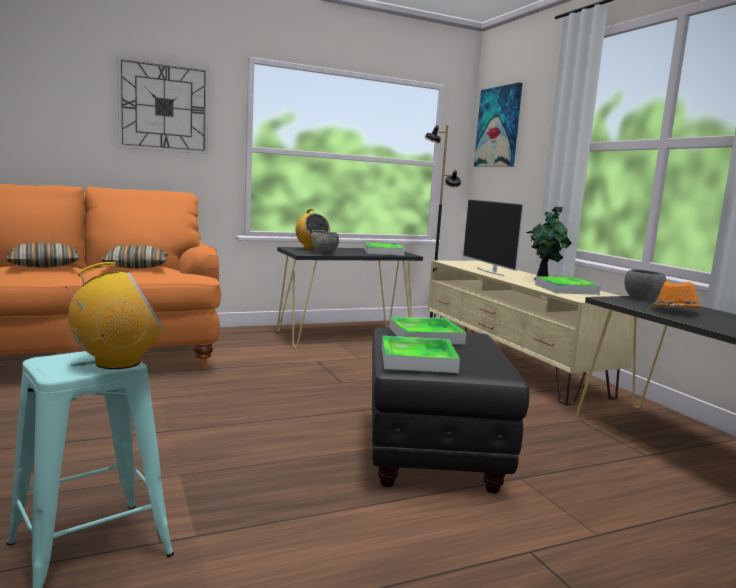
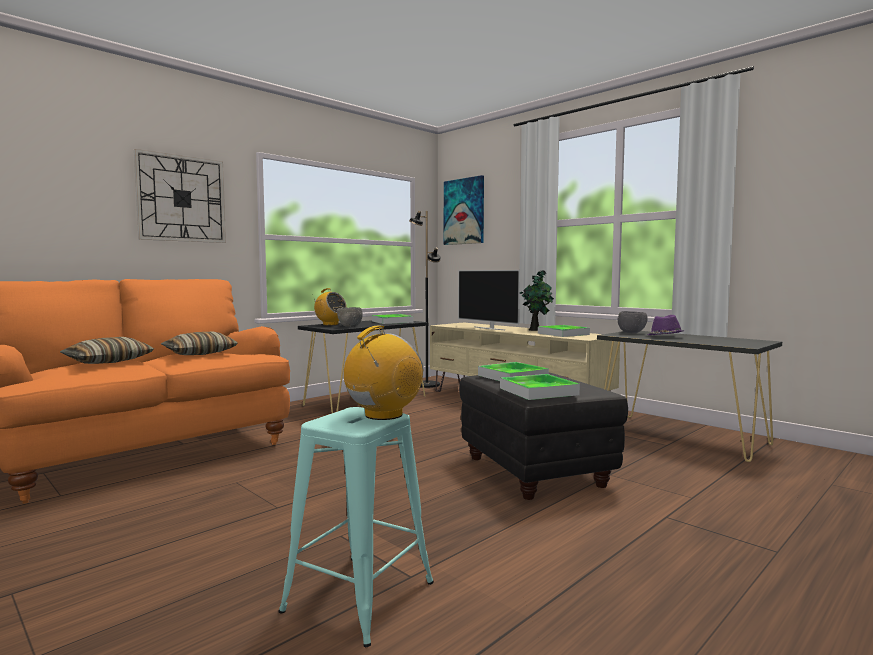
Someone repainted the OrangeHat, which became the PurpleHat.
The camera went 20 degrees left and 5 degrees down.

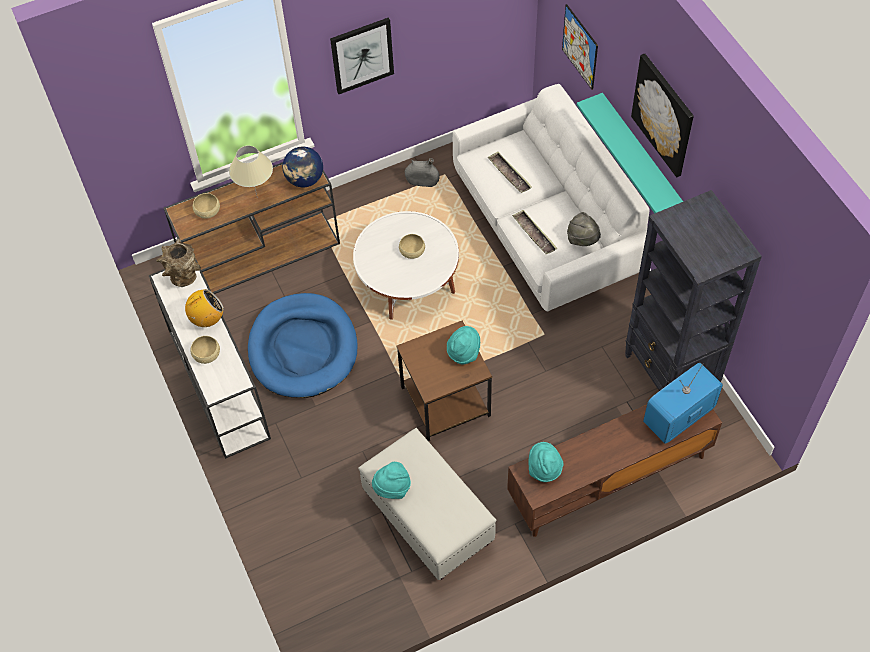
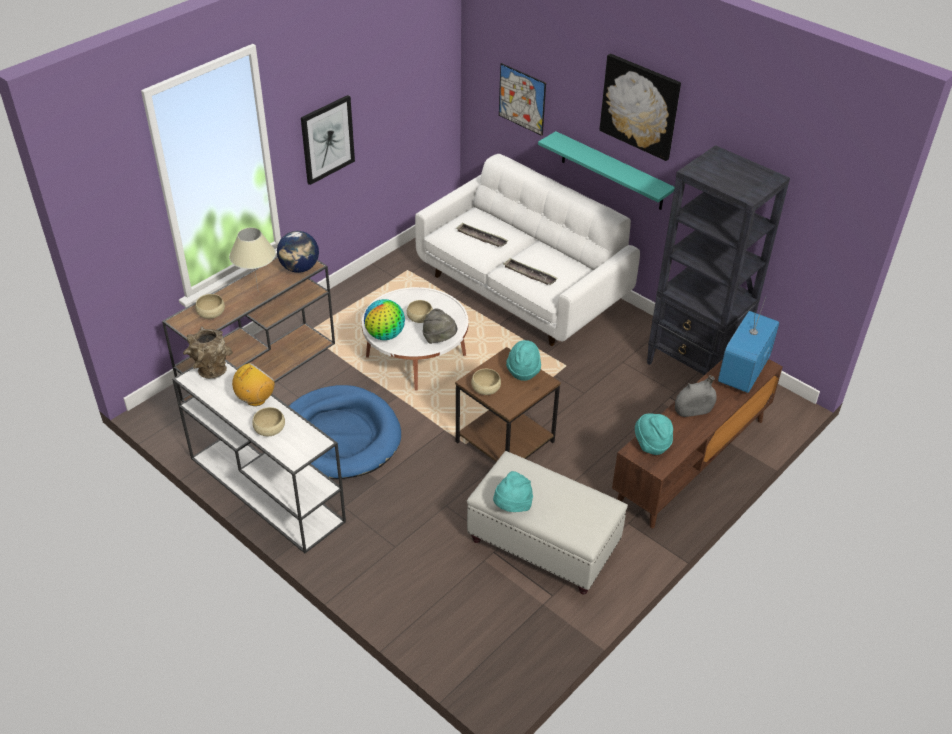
Someone put down the Globe (2nd from left).
Someone carried the GreyHat.
Someone put down the BeigeBowl (4th from left).
Someone carried the GreyVase.
The camera went 25 degrees left and 15 degrees down.

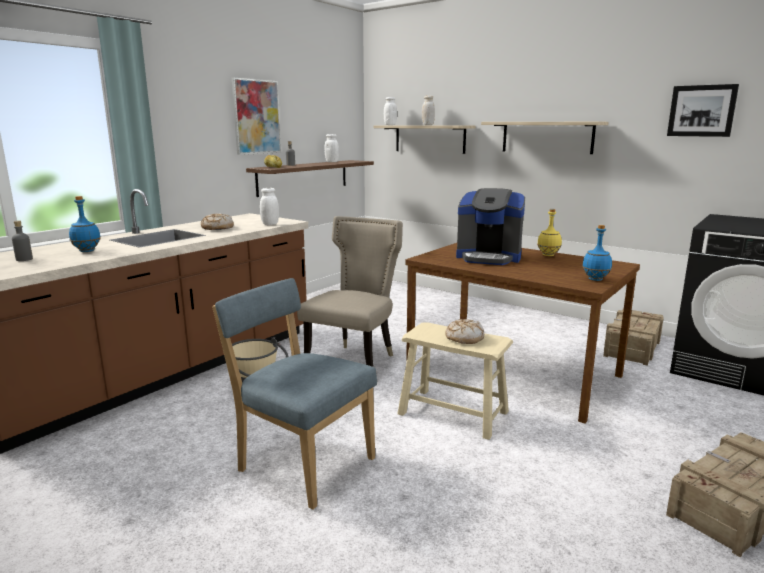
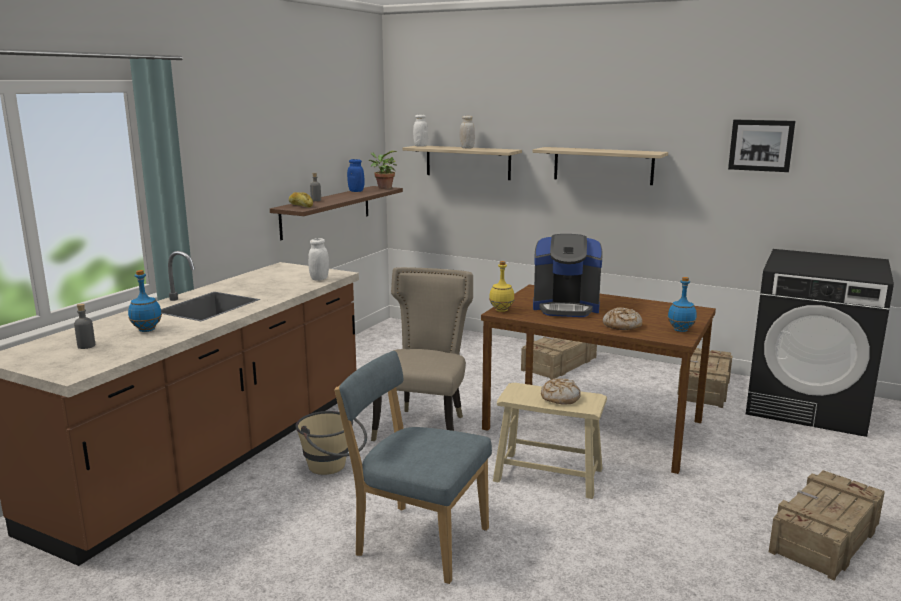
Someone repainted the WhiteJar (2nd from left), which became the BlueJar.
Someone put down the PottedPlant.
Someone carried the YellowBottle.
Someone put down the Crate (1st from left).
Someone carried the Bread (1st from left in the first image).
Someone took away the Picture (1st from left).
The camera went 10 degrees left and 0 degrees up.

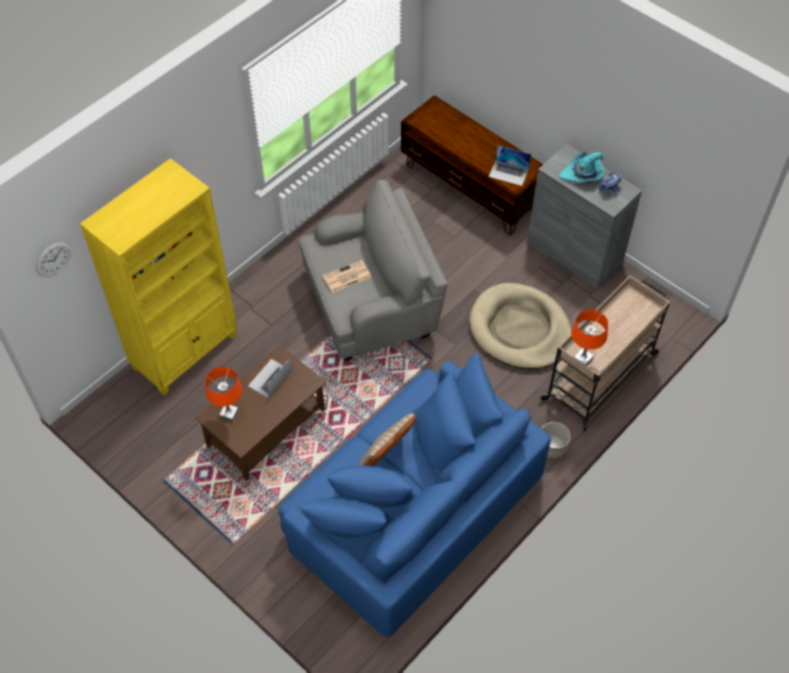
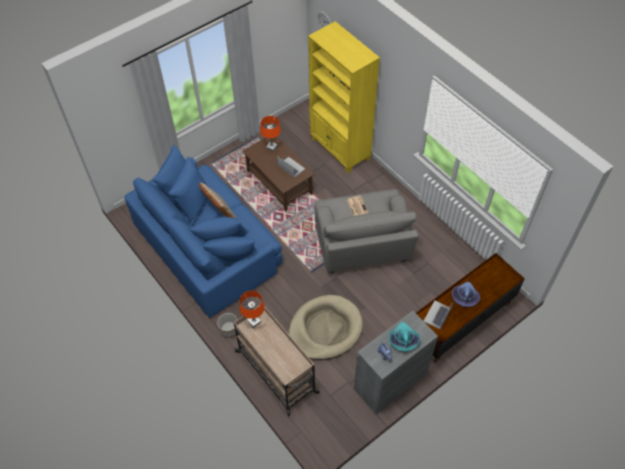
Someone put down the PurpleHat.
The camera went 100 degrees right and 0 degrees up.

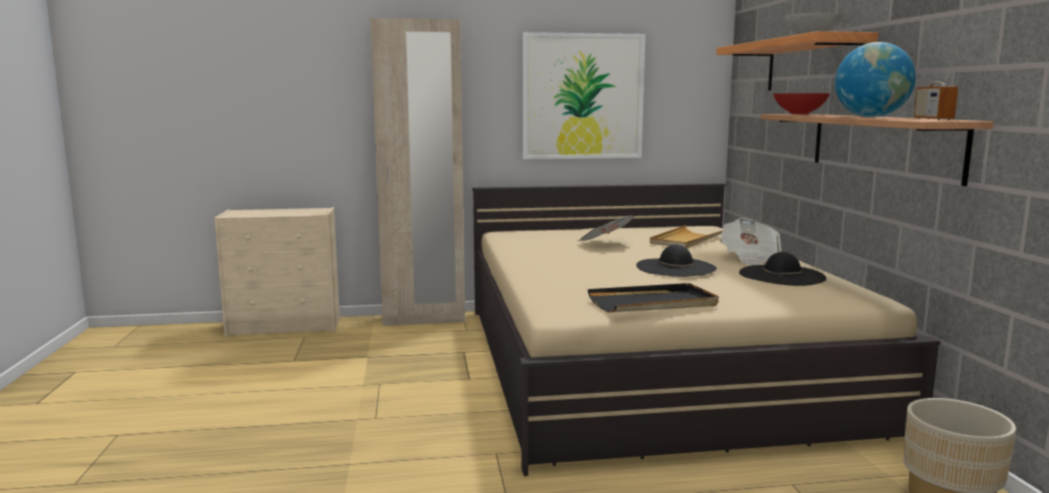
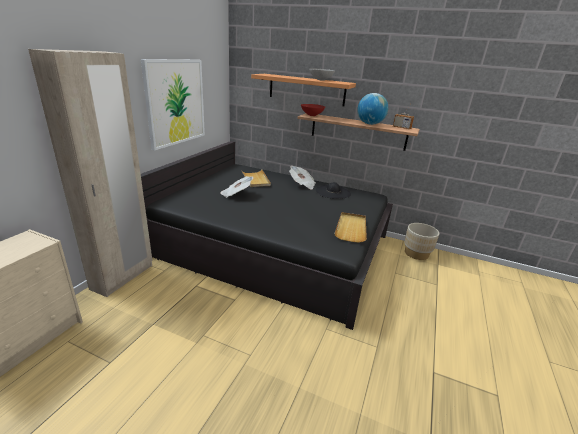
Someone repainted the BeigeBed, which became the BlackBed.
Someone repainted the BlackTray, which became the BeigeTray (2nd from left).
Someone took away the BlackHat (1st from left).
The camera went 60 degrees left and 15 degrees up.

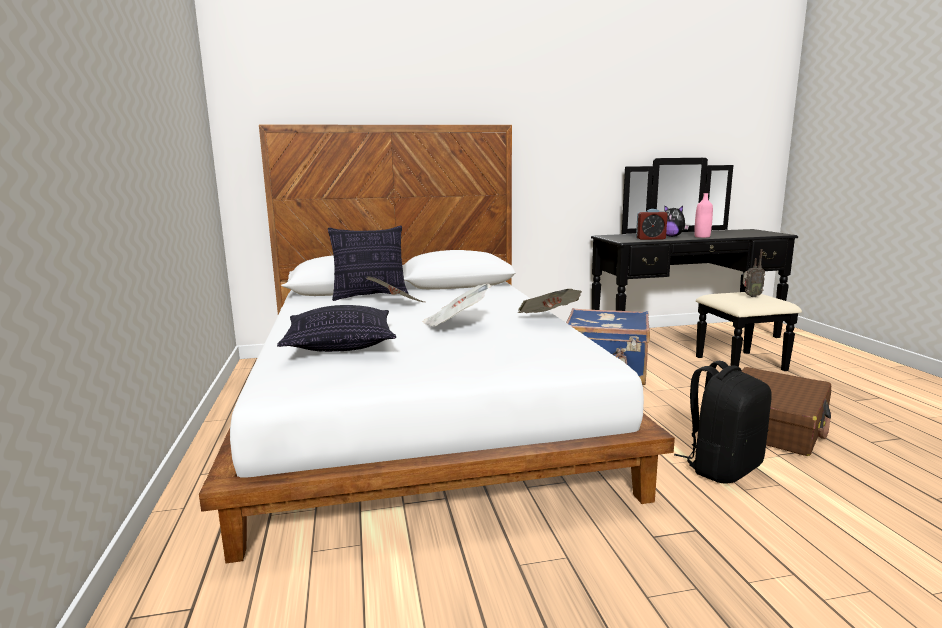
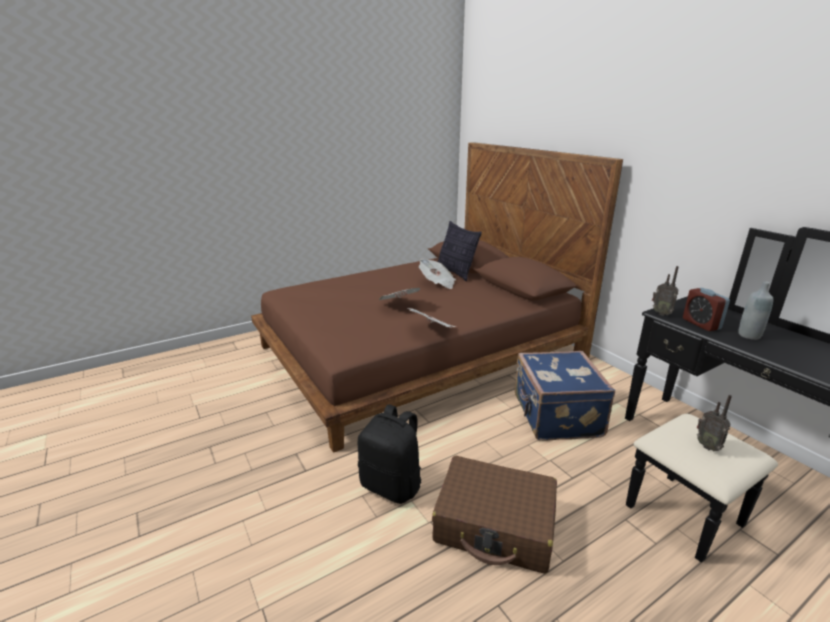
Someone repainted the WhiteBed, which became the BrownBed.
Someone put down the Radio (1st from left).
Someone swapped the PlushToy for the GreyBottle.
Someone took away the Pillow (1st from left).
Someone took away the PinkBottle.
The camera went 70 degrees right and 10 degrees up.

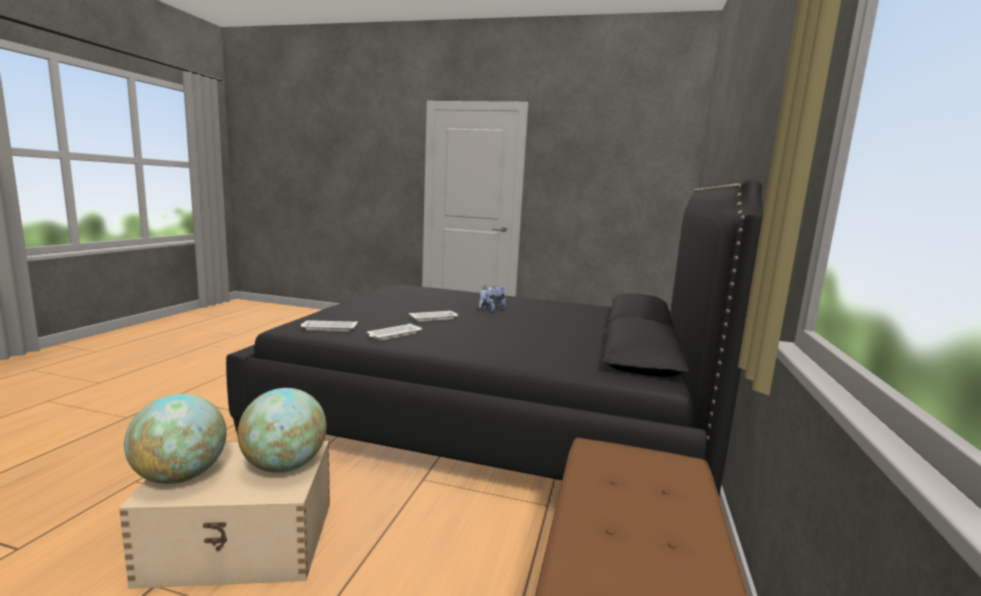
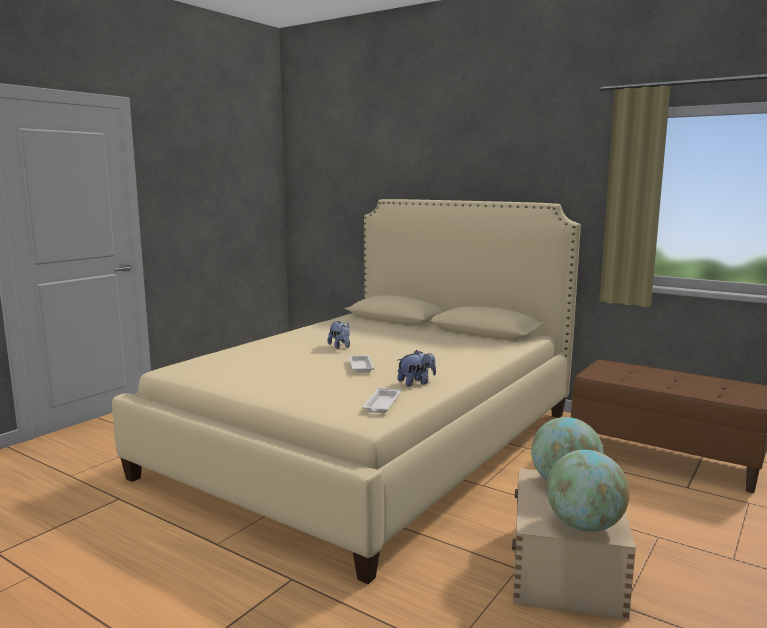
Someone repainted the BlackBed, which became the BeigeBed.
Someone swapped the WhiteTray (2nd from left) for the PlushToy (2nd from left).
The camera went 70 degrees left and 0 degrees up.

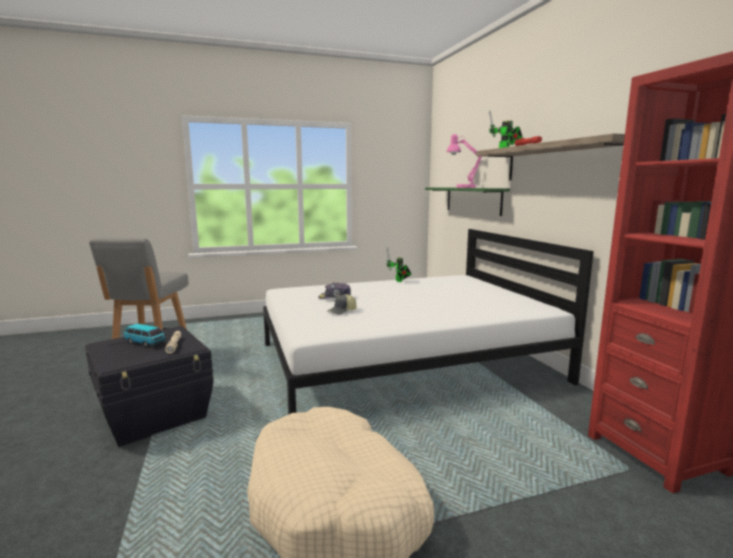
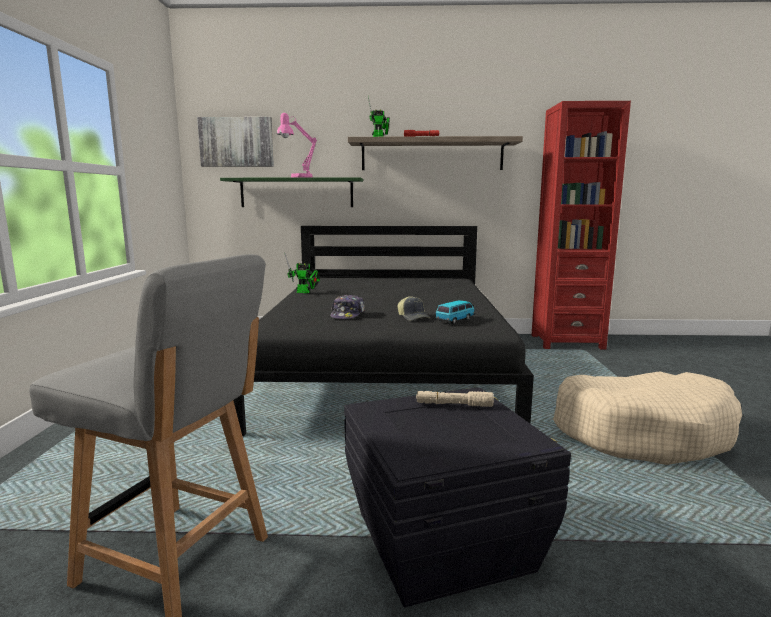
Someone put up the Picture.
Someone repainted the WhiteBed, which became the BlackBed.
Someone carried the ToyCar.
The camera went 70 degrees left and 0 degrees up.

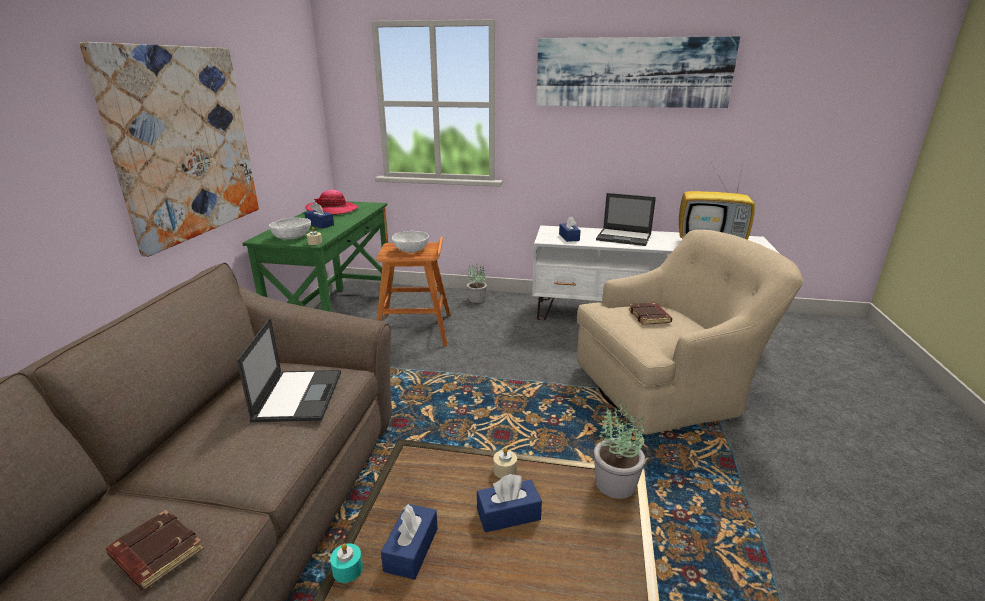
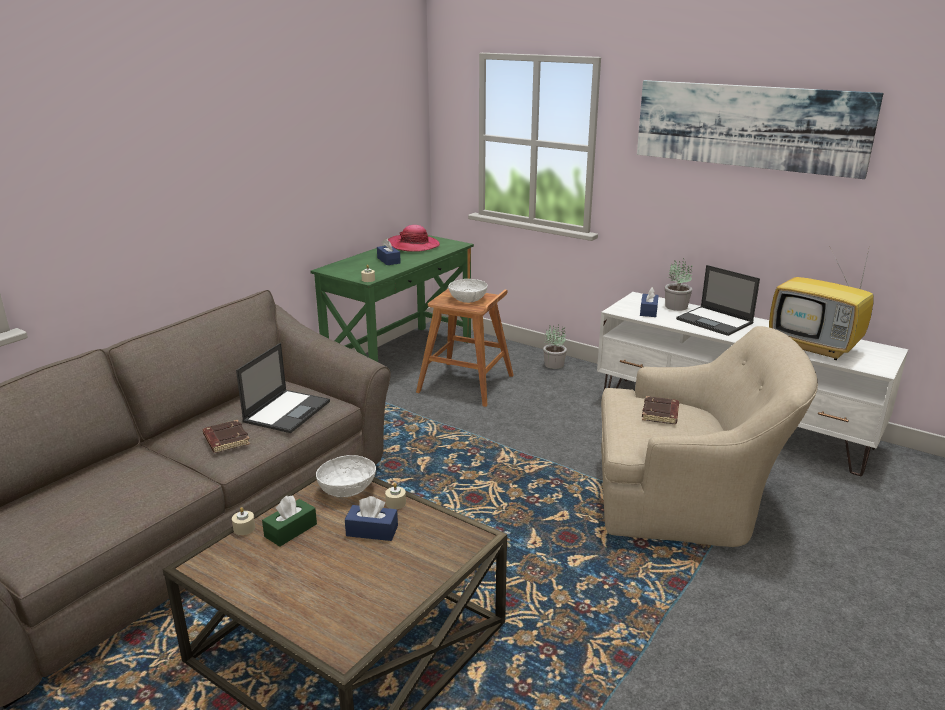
Someone carried the BrownBook (1st from left).
Someone repainted the TurquoiseCandle, which became the BeigeCandle (1st from left).
Someone repainted the BlueTissueBox (2nd from left), which became the GreenTissueBox.
Someone carried the WhiteBowl (1st from left).
Someone carried the PottedPlant (2nd from left).
Someone took away the Picture (1st from left).
The camera went 25 degrees right and 0 degrees up.

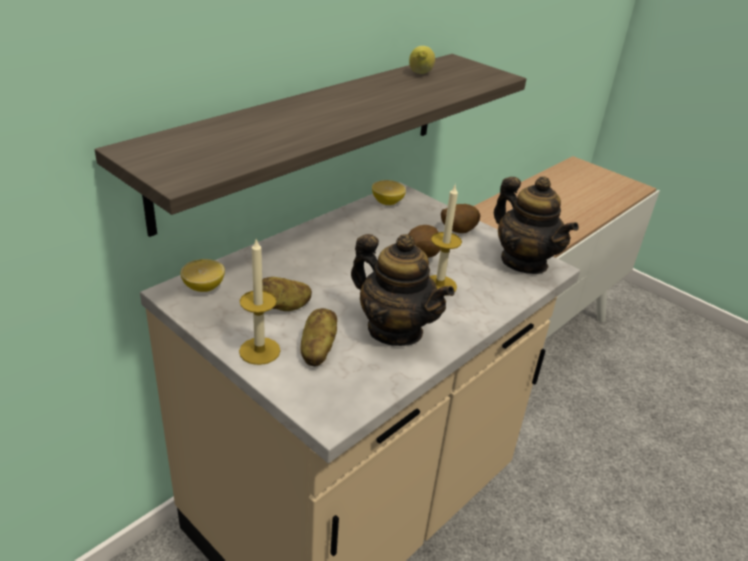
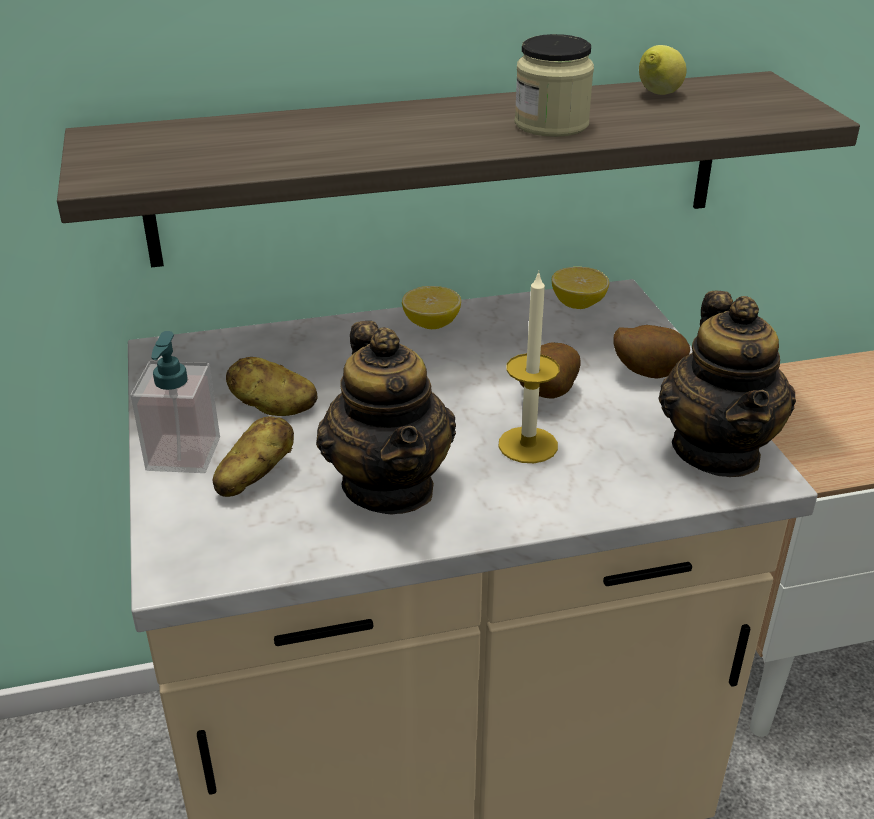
Someone swapped the Candle (1st from left) for the SoapDispenser.
Someone carried the Lemon (1st from left).
Someone put down the Jar.
The camera went 35 degrees right and 0 degrees up.

